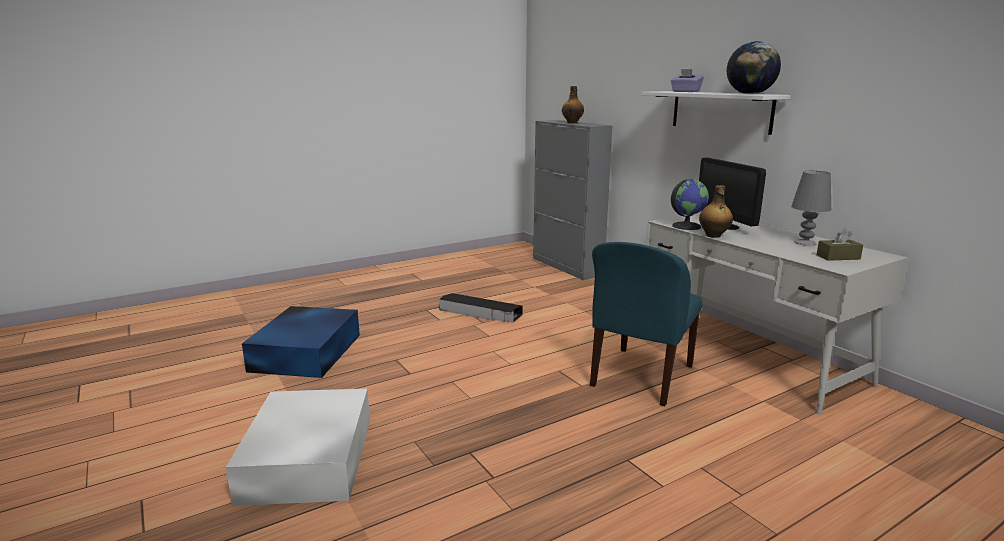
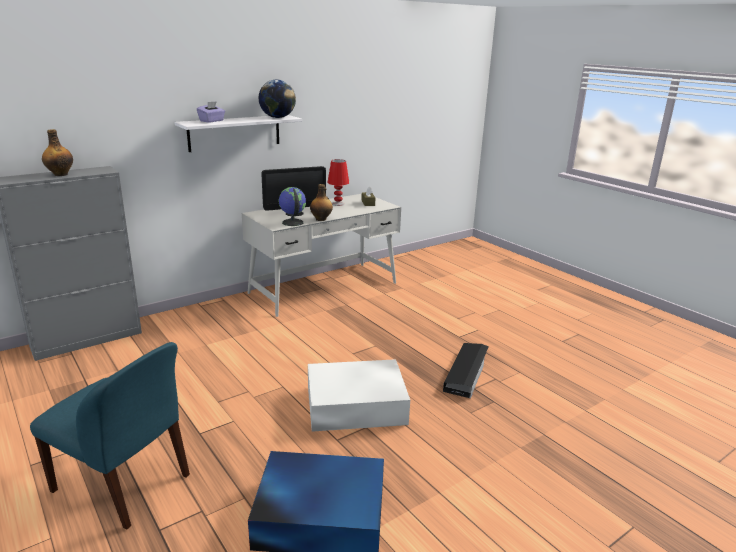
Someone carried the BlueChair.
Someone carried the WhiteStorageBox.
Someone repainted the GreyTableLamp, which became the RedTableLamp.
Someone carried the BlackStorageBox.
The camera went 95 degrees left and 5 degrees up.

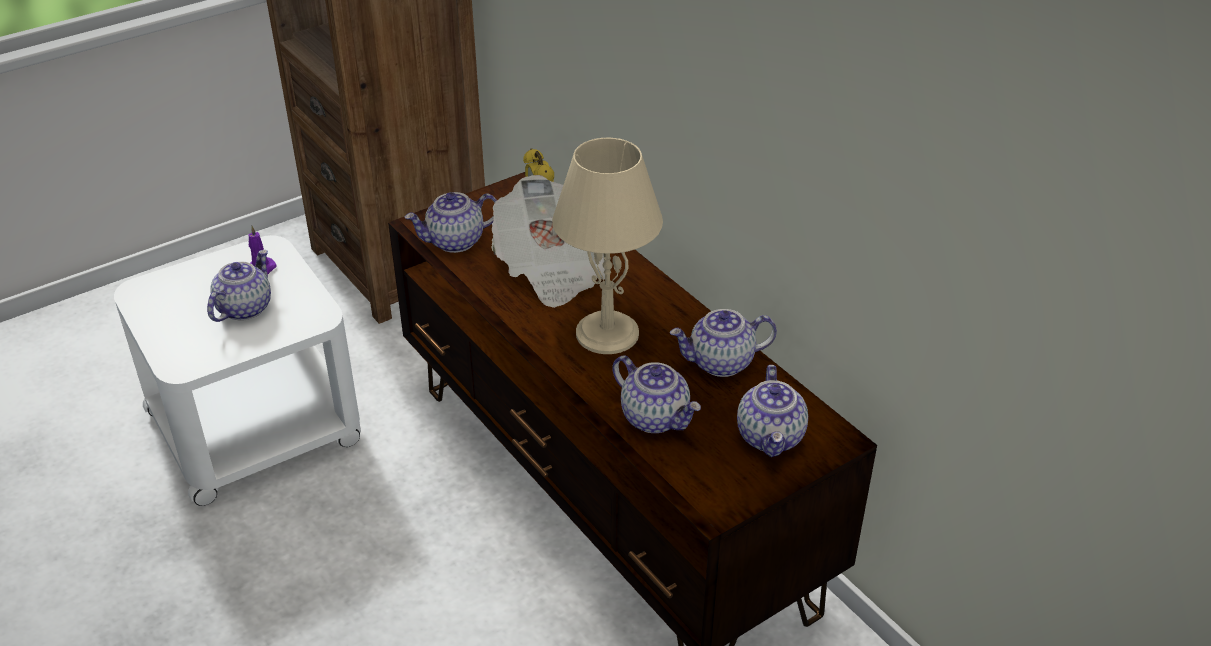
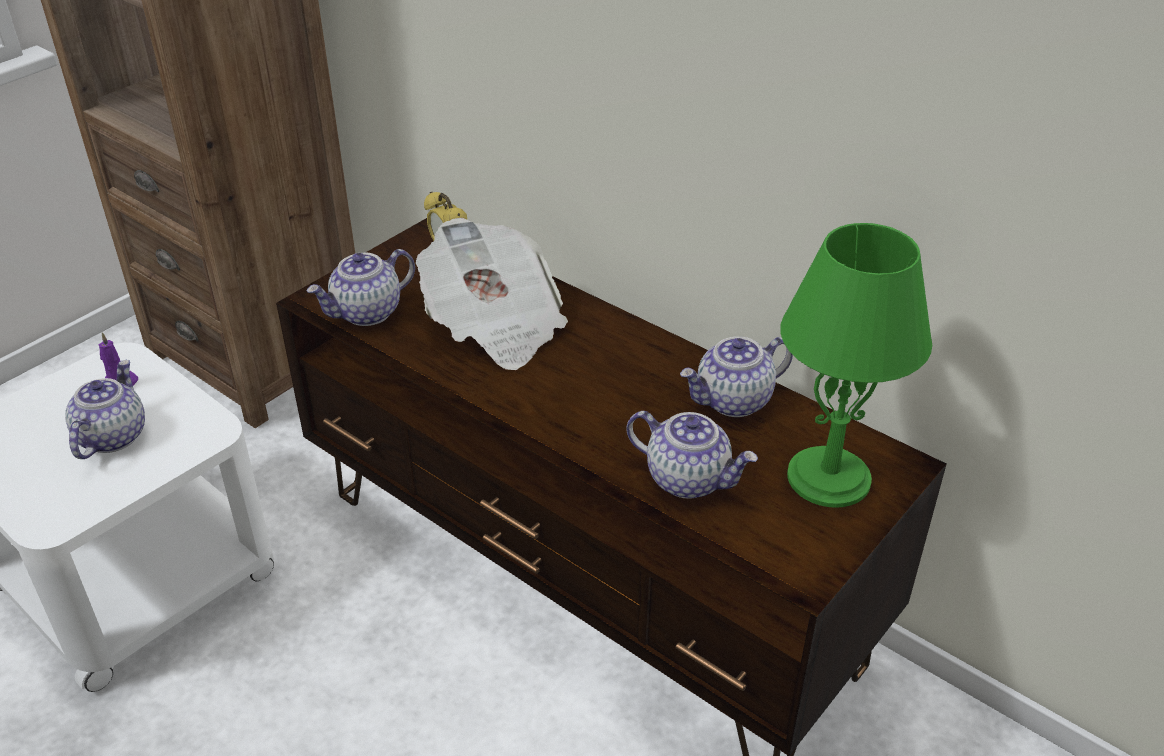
Someone swapped the Teapot (5th from left) for the GreenTableLamp.
Someone took away the BeigeTableLamp.
The camera went 15 degrees left and 0 degrees up.

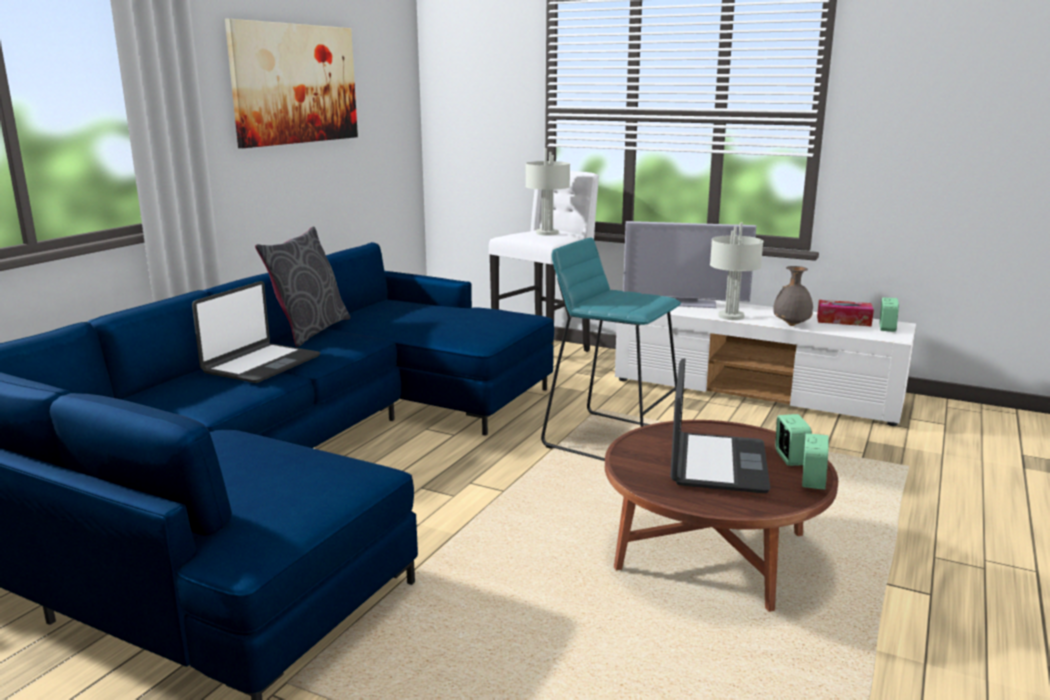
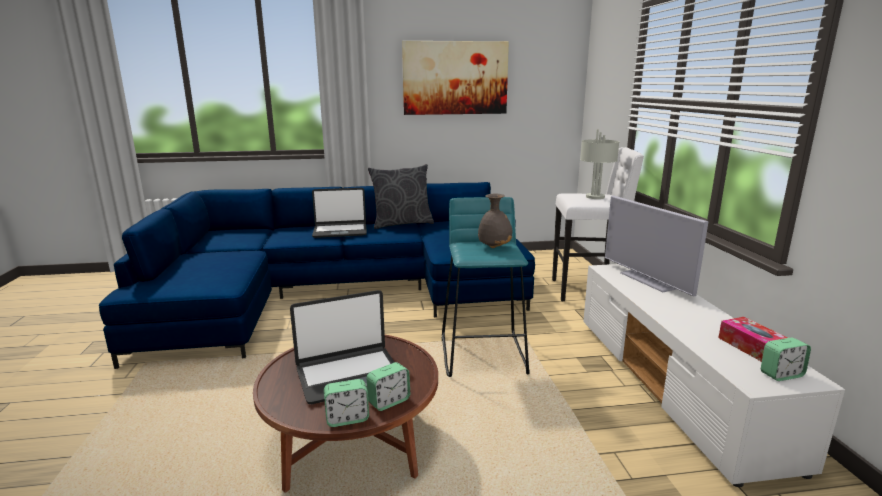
Someone carried the GreyVase.
Someone took away the GreyTableLamp (2nd from left).
The camera went 55 degrees right and 0 degrees up.

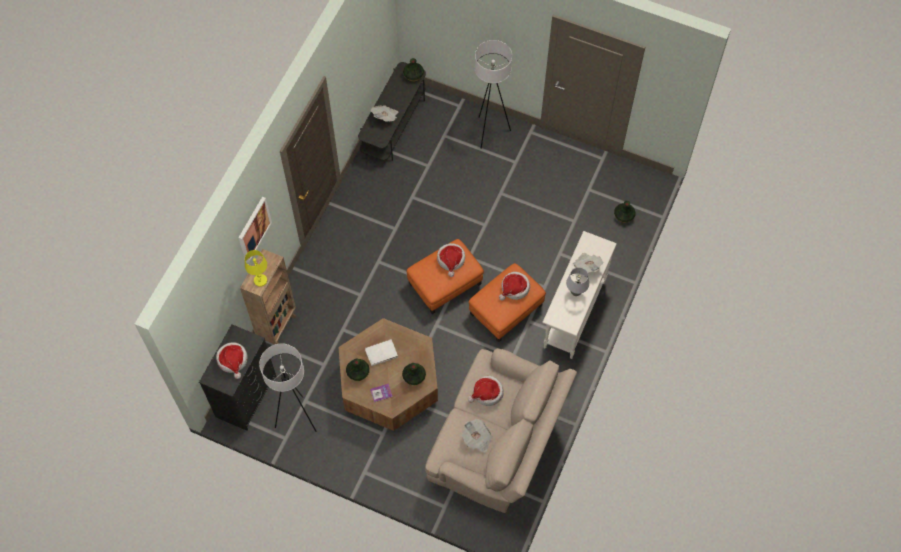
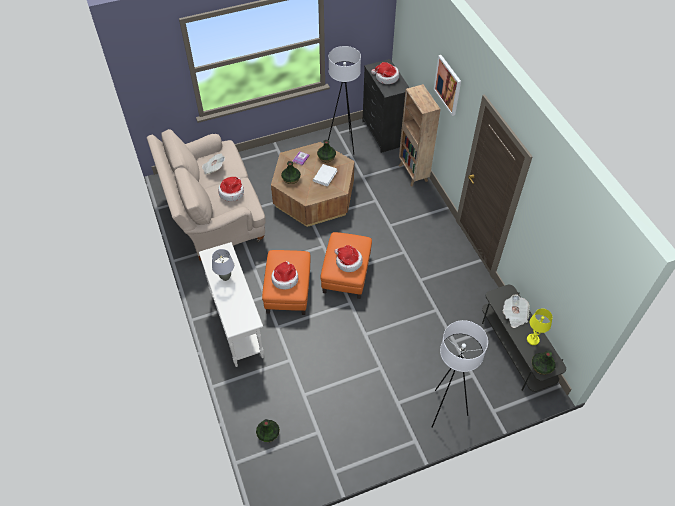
Someone carried the YellowTableLamp.
Someone took away the Newspaper (3rd from left).
The camera went 135 degrees right and 10 degrees down.

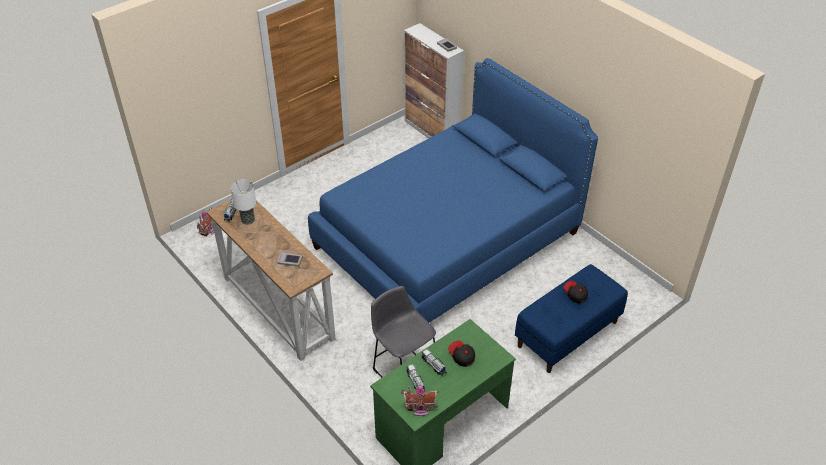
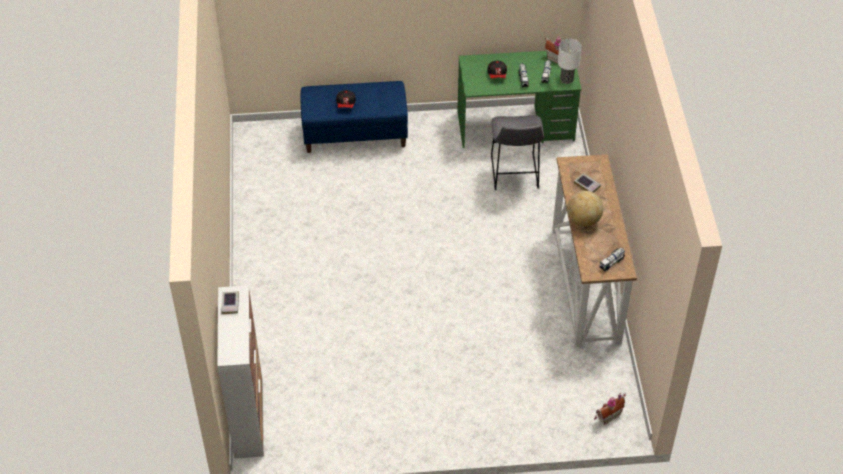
Someone carried the TableLamp.
Someone put down the Globe.
Someone took away the BlueBed.
The camera went 145 degrees left and 5 degrees up.

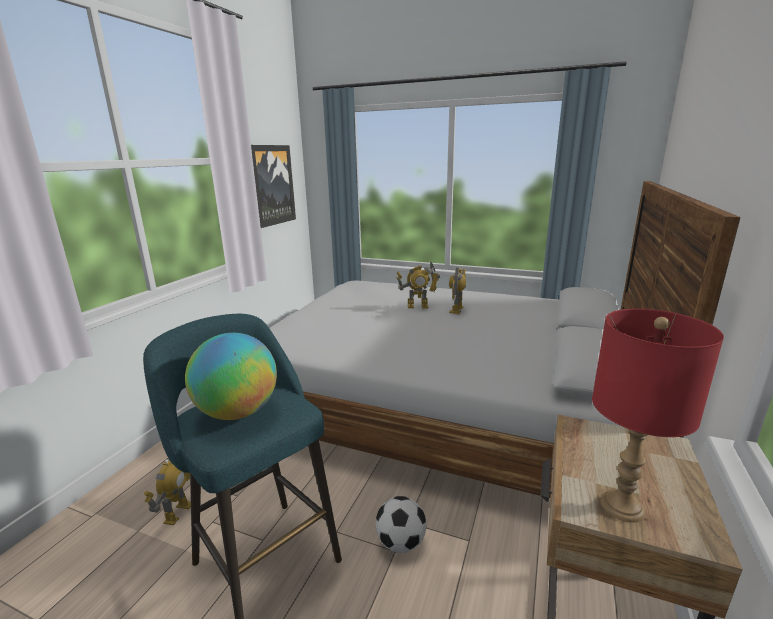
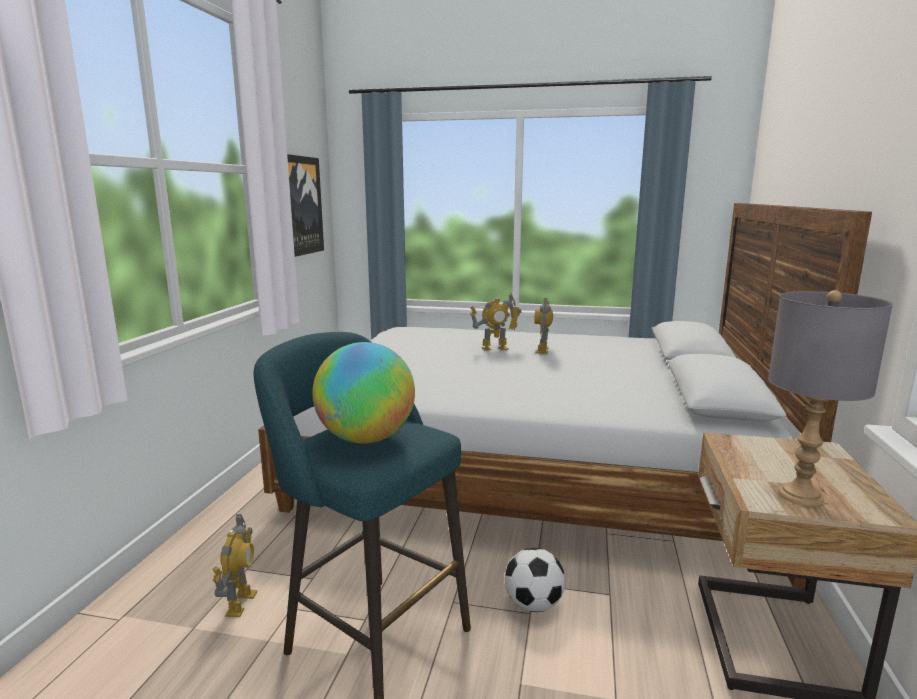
Someone repainted the RedTableLamp, which became the GreyTableLamp.
The camera went 10 degrees left and 5 degrees down.

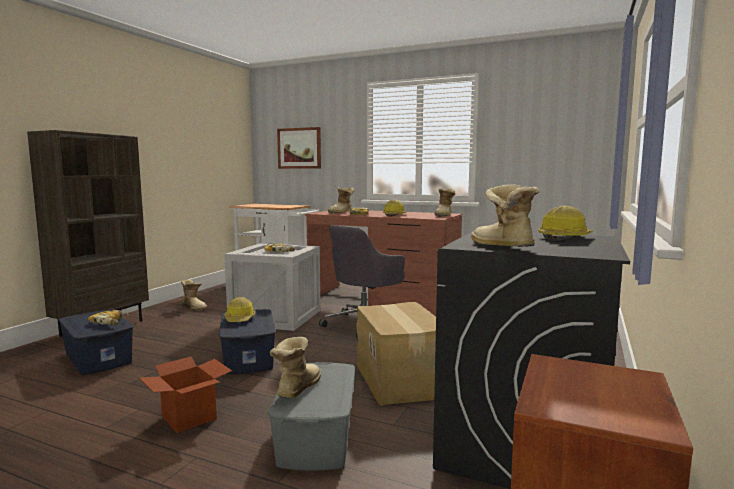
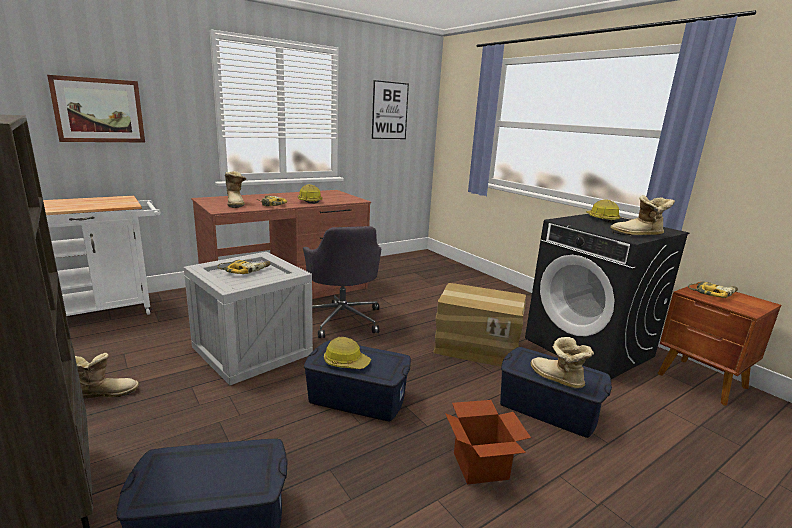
Someone put up the Picture (2nd from left).
Someone repainted the GreyStorageBox, which became the BlueStorageBox (3rd from left).
Someone carried the PowerDrill (1st from left in the first image).
Someone took away the Boot (4th from left).
The camera went 60 degrees left and 10 degrees up.

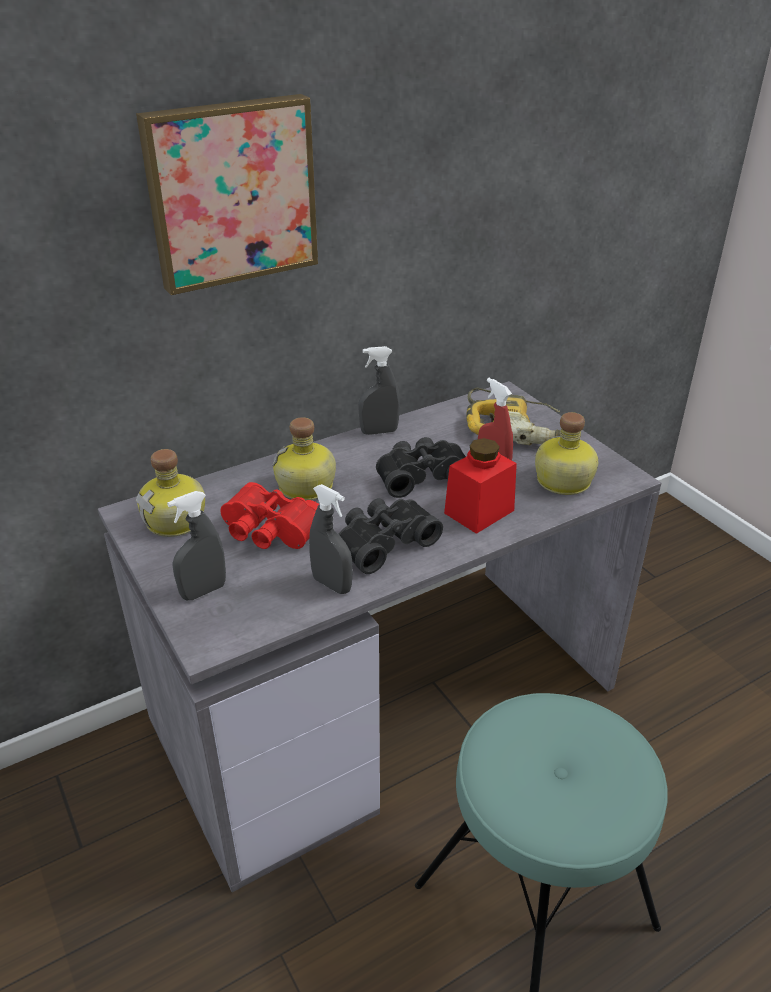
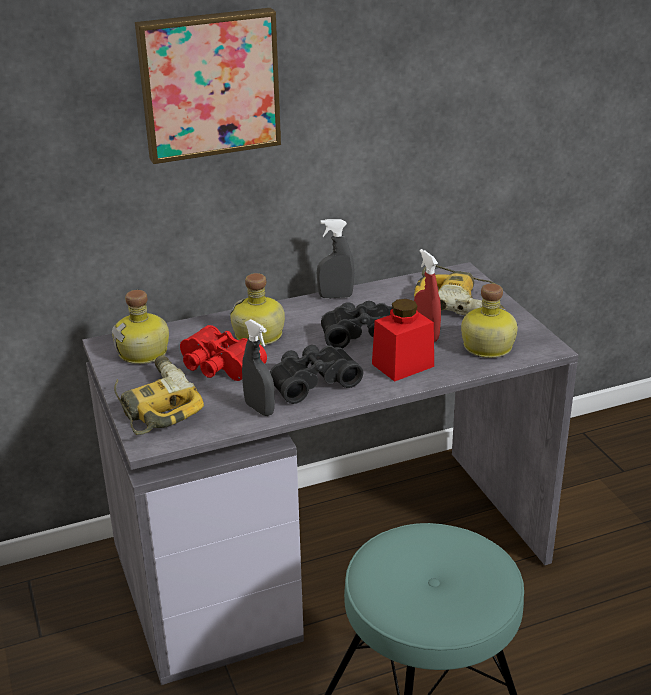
Someone swapped the GreySprayBottle (1st from left) for the PowerDrill (1st from left).
The camera went 10 degrees right and 5 degrees down.

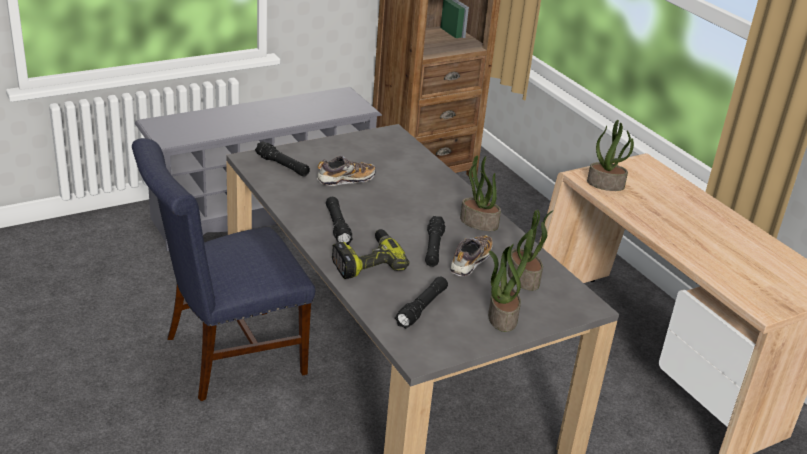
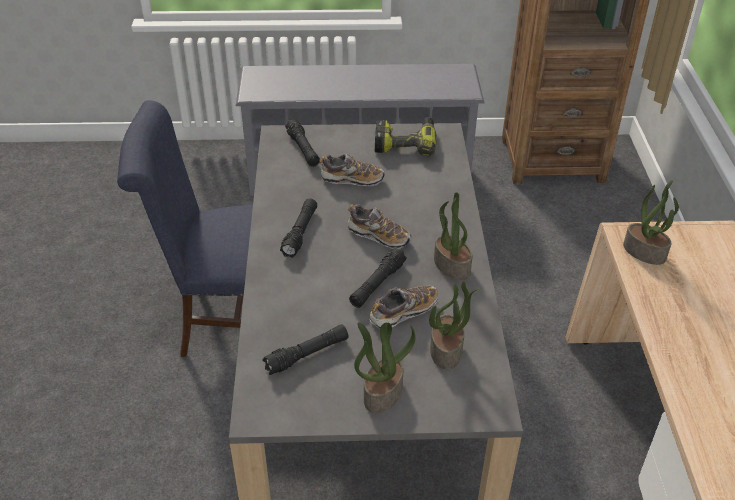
Someone put down the Shoe (2nd from left).
Someone carried the PowerDrill.
The camera went 30 degrees right and 10 degrees up.

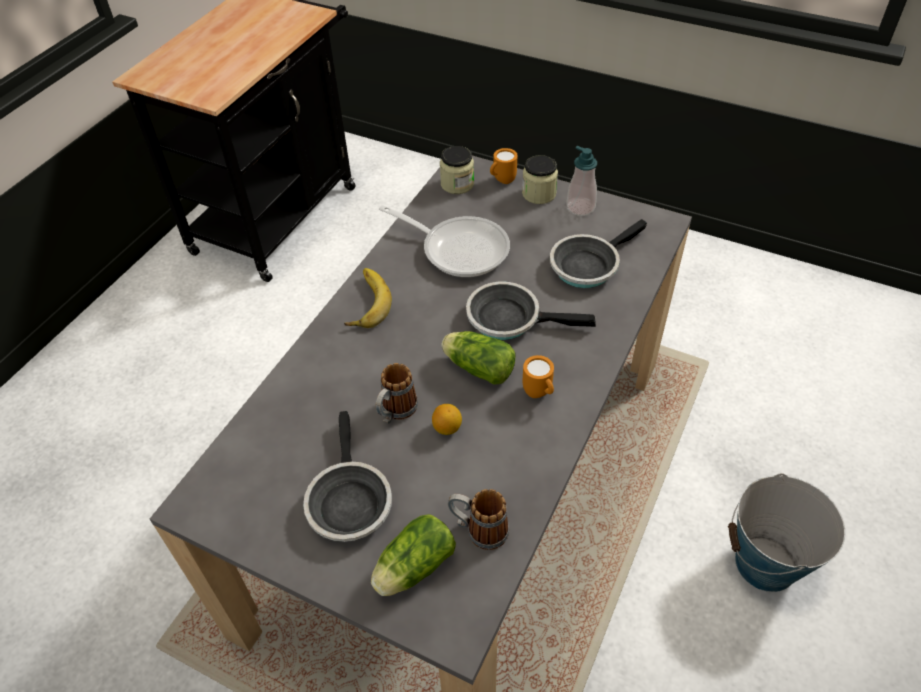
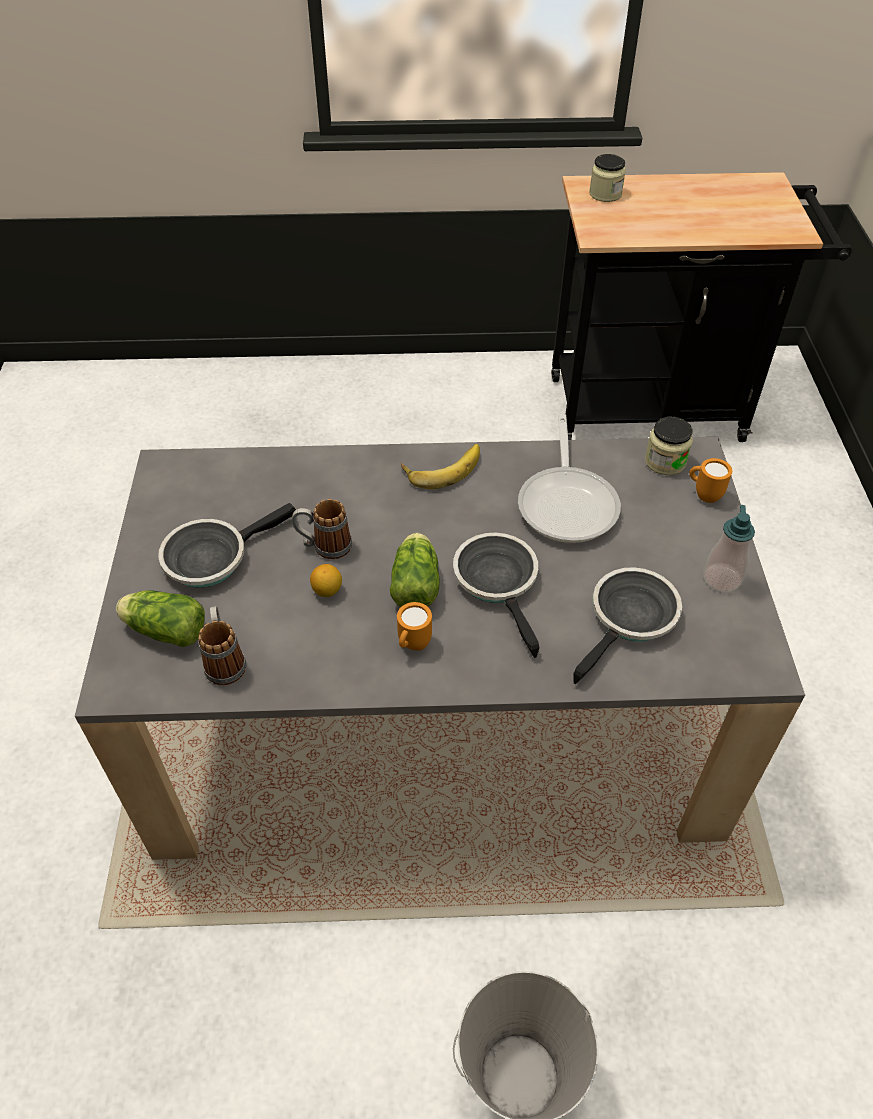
Someone rotated the FryingPan (4th from left) by 105 degrees clockwise.
Someone carried the Jar (2nd from left in the first image).
The camera went 60 degrees right and 0 degrees up.

